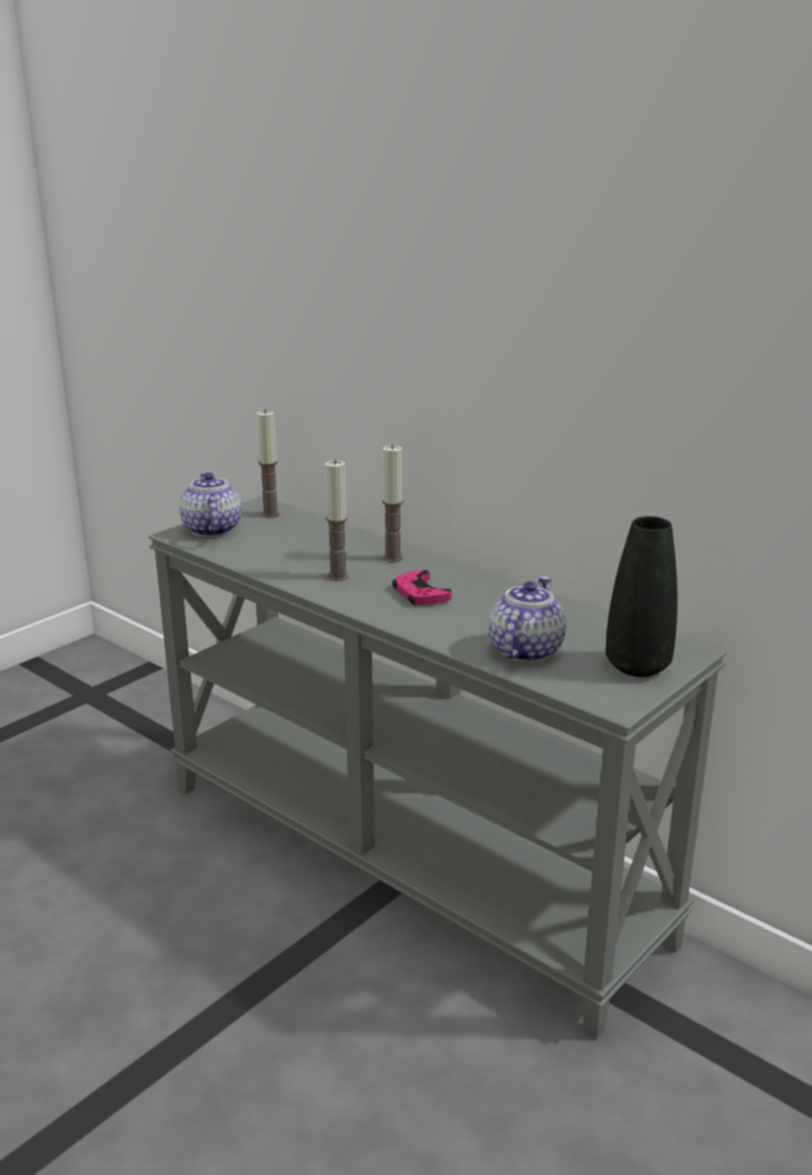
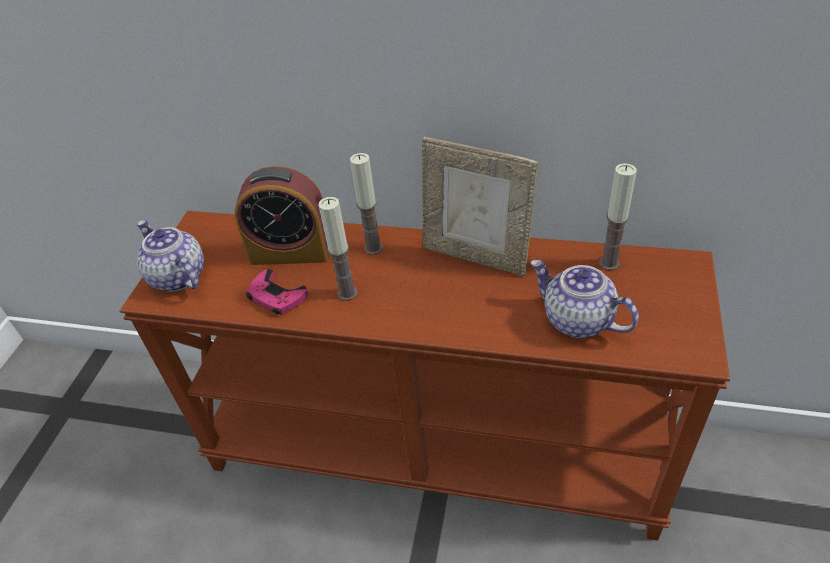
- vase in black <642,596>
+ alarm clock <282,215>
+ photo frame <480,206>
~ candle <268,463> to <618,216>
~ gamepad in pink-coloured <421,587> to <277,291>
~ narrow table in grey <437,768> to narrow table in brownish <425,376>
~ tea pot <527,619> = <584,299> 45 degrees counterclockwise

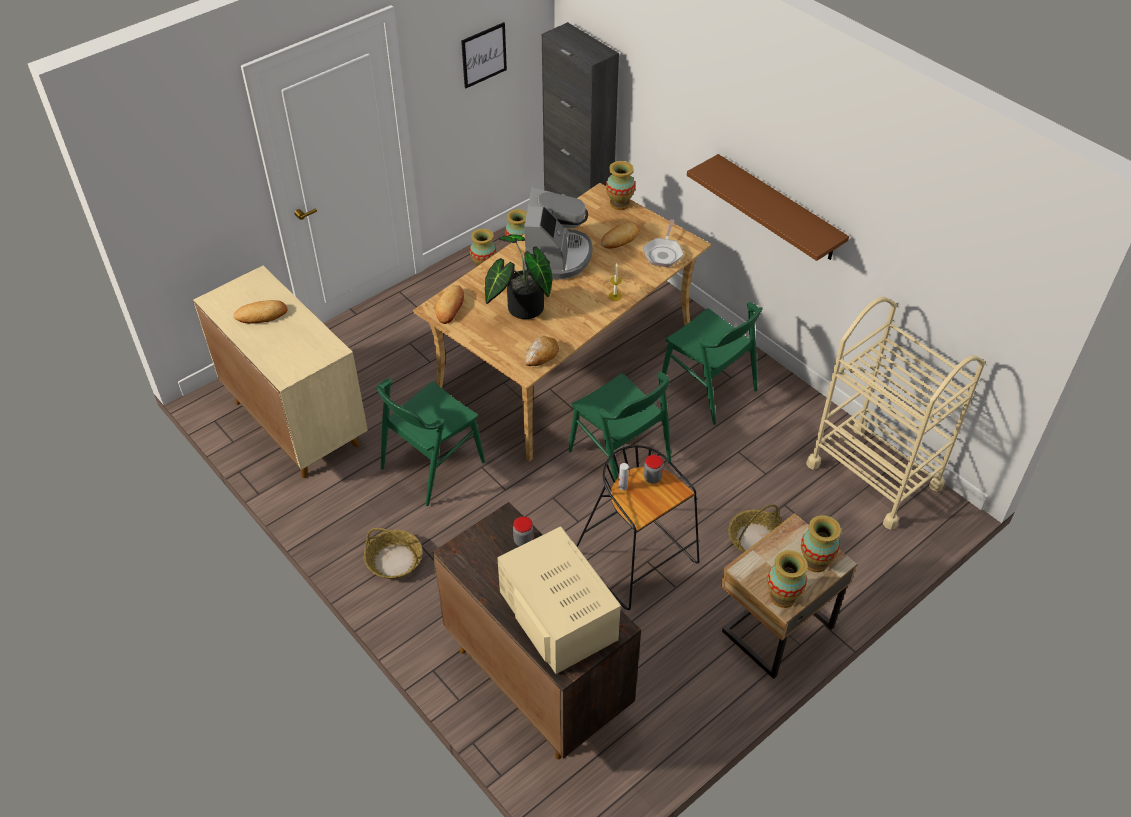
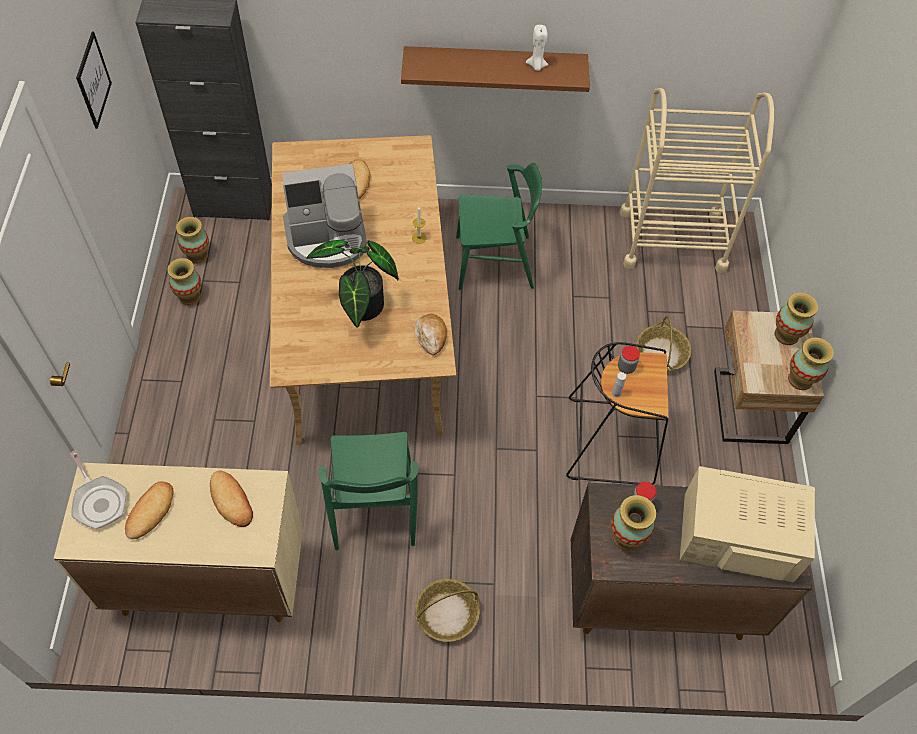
- plain chair in greenish <620,426>
+ candle in whitish <537,48>
~ baked bread <450,304> to <231,499>
~ vase <620,185> to <633,523>
~ frying pan <663,243> to <98,489>
~ coffee machine <558,233> = <324,216> 120 degrees clockwise

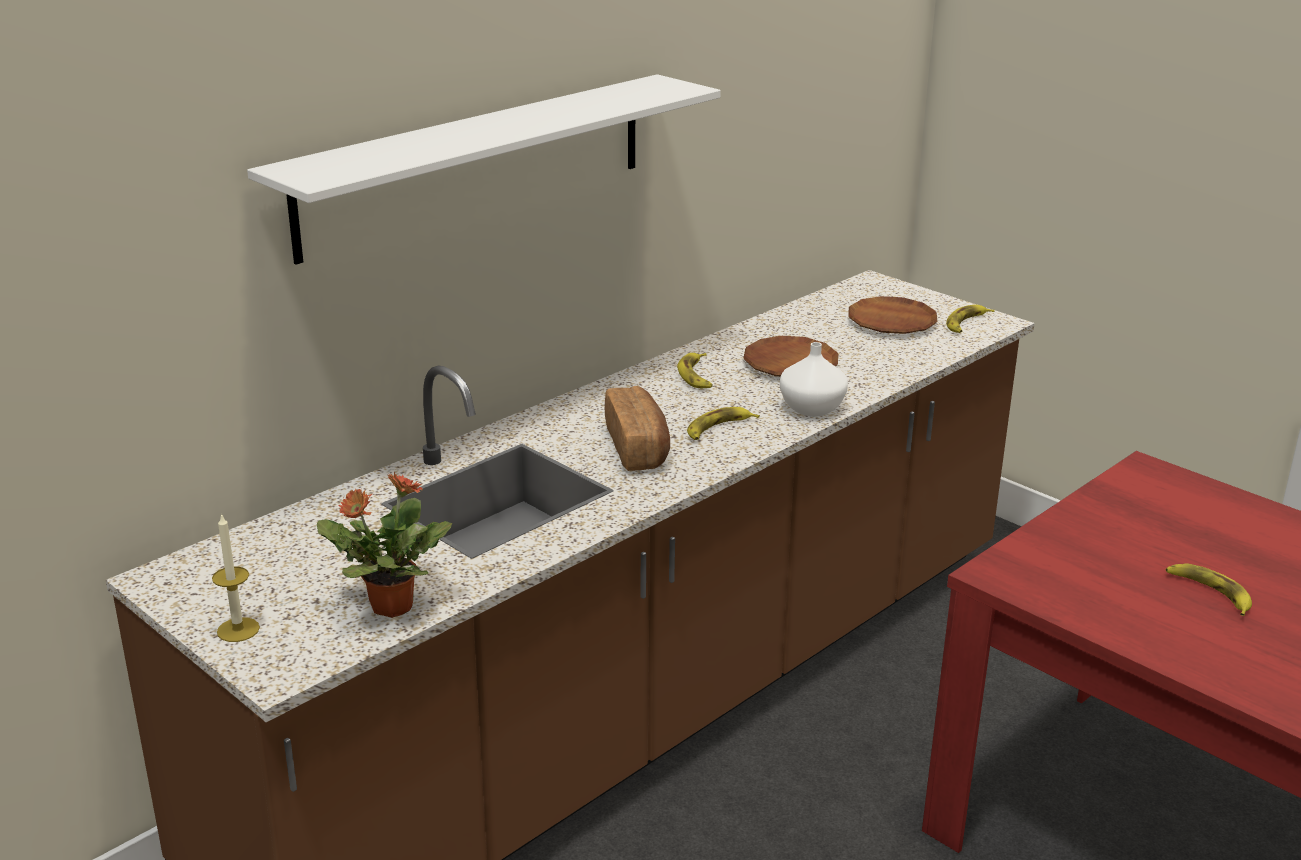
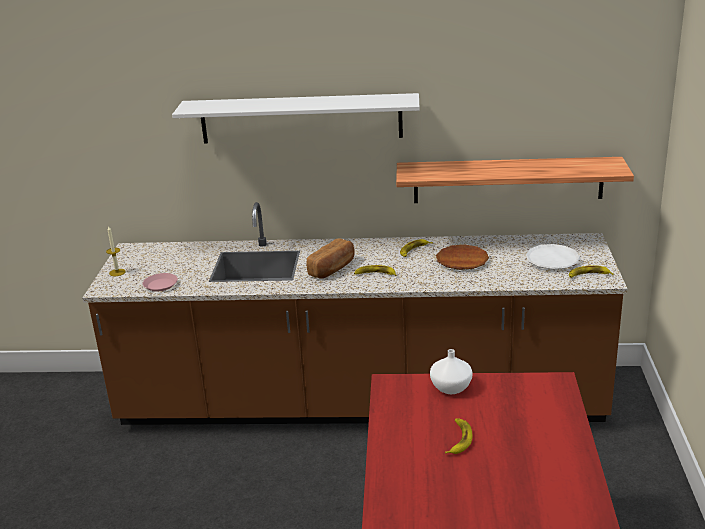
+ wall shelf <515,180>
~ vase in whitish <814,379> to <451,371>
~ potted plant <384,545> to flat dish in pink-coloured <160,282>
~ flat dish in brownish <892,315> to flat dish in whitish <553,257>

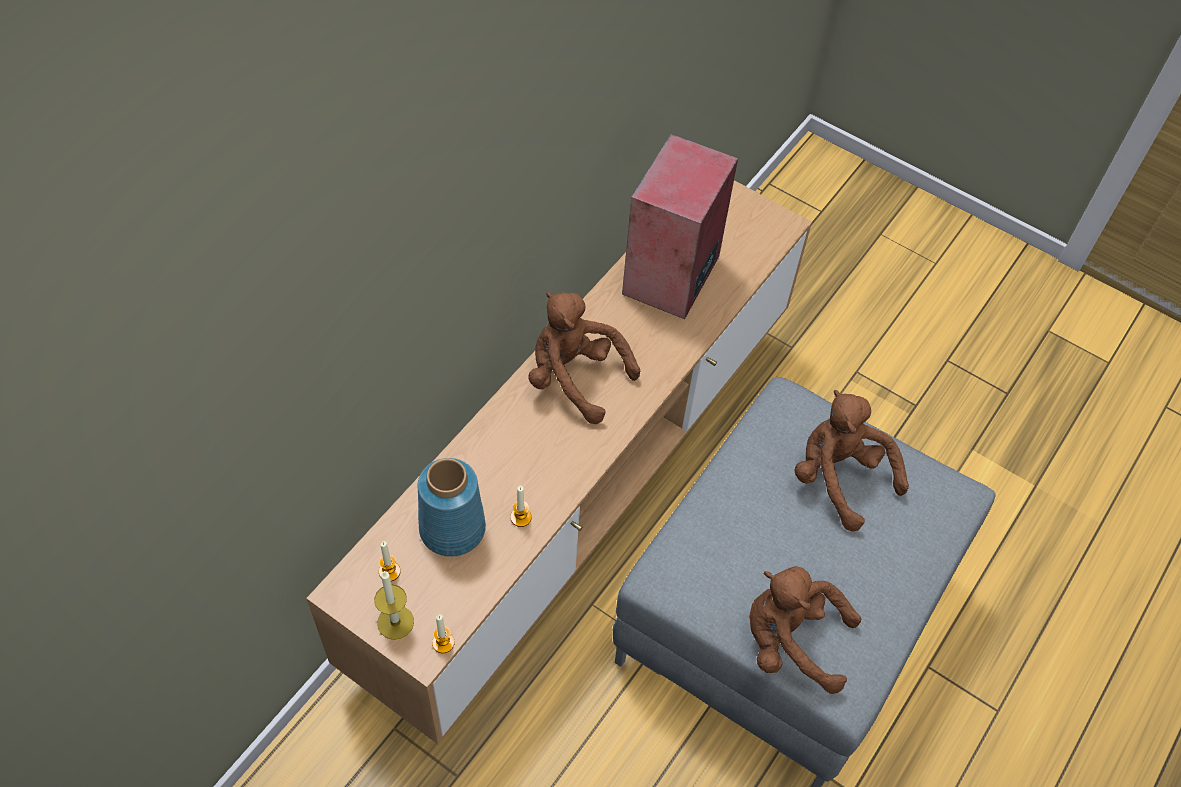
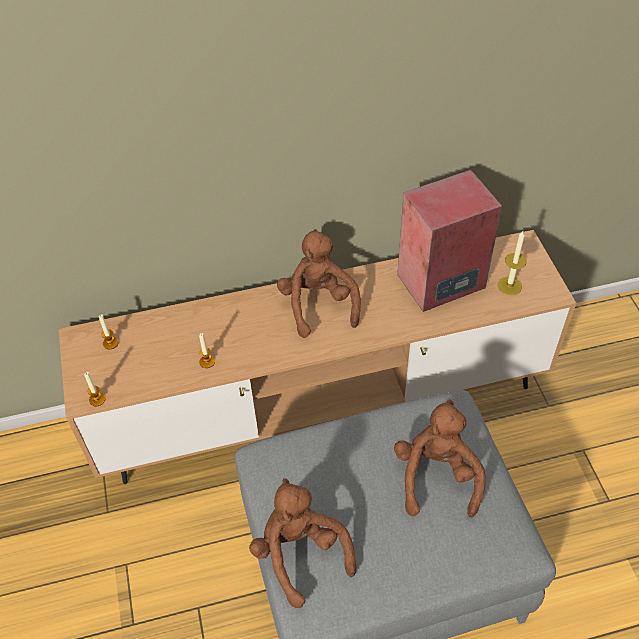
- vase in blue <451,507>
~ candle <394,605> to <512,263>

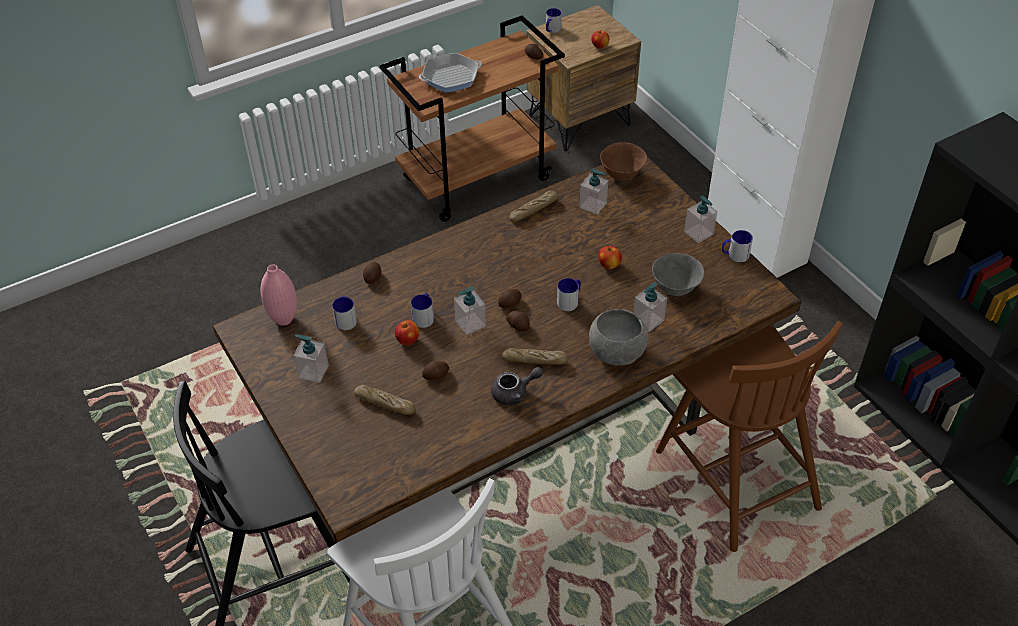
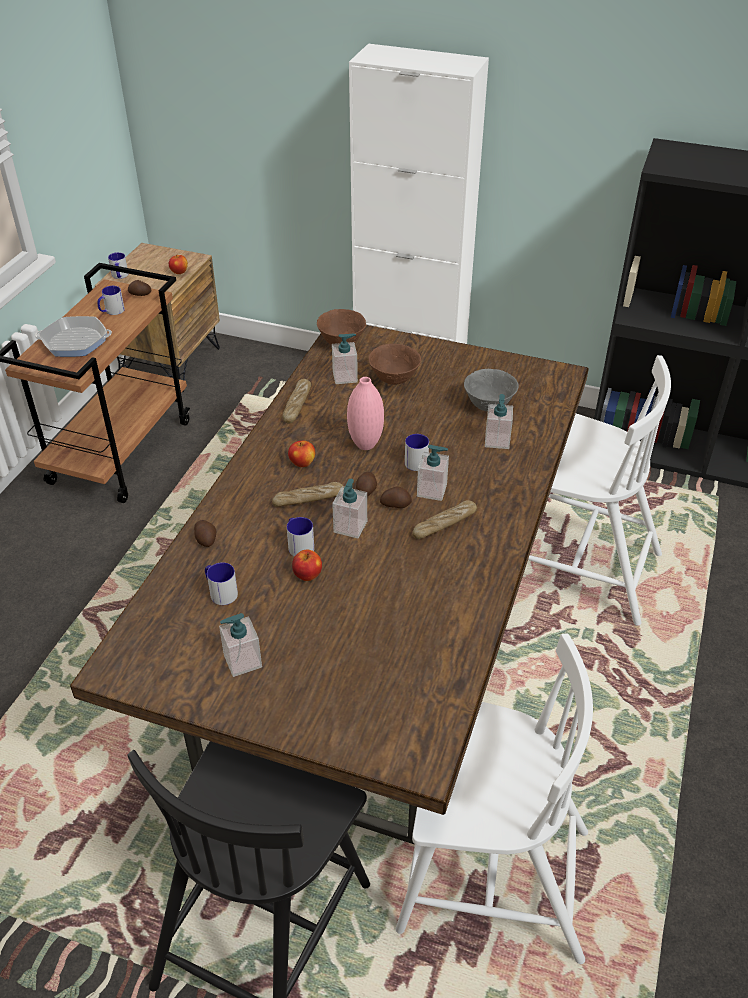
- spud <435,370>
- tea pot in grey <517,386>
- serving bowl in grey <618,337>
+ serving bowl in brownish <395,364>
~ vase in pink-coloured <278,294> to <365,413>
~ baked bread <385,400> to <308,494>
~ apple <610,257> to <301,454>
~ liquid soap bottle <700,219> to <433,473>
~ tea mug <737,246> to <111,300>
~ plain chair in brownish <749,436> to plain chair in whitish <599,490>
~ frying pan <450,73> = <73,336> 120 degrees counterclockwise

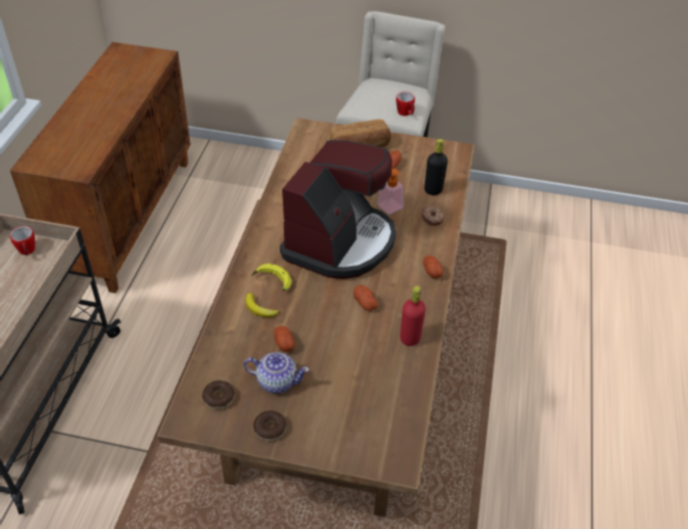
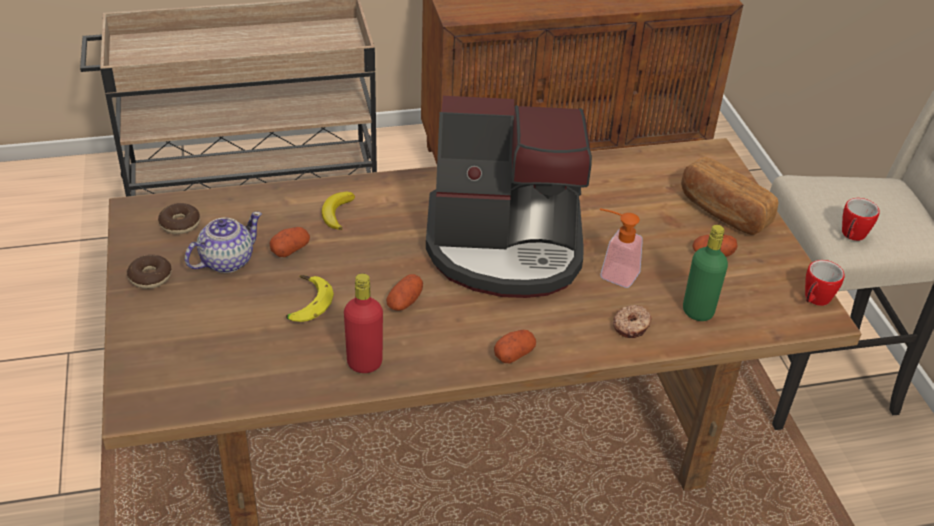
~ tea mug <22,241> to <825,283>
~ whole banana <271,277> to <310,298>
~ beverage bottle in black <436,167> to beverage bottle in greenish <705,273>
~ tea pot <276,372> = <223,242> 120 degrees counterclockwise

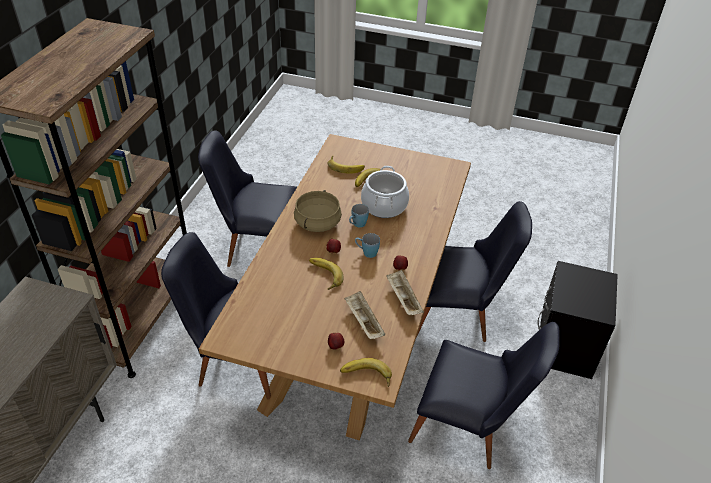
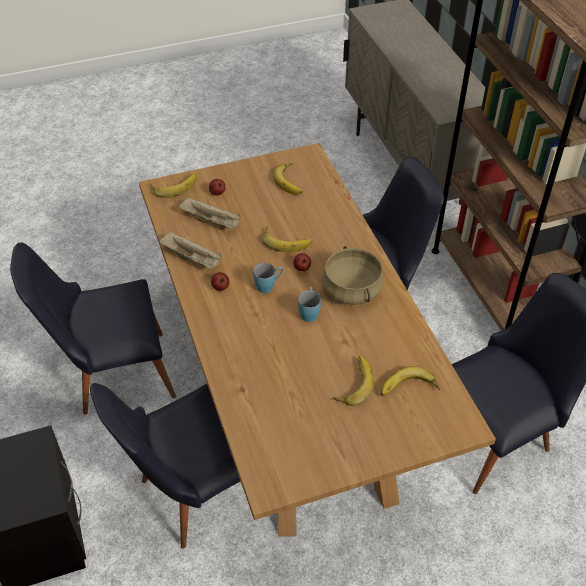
- cooking pot <385,192>
+ whole banana <288,179>

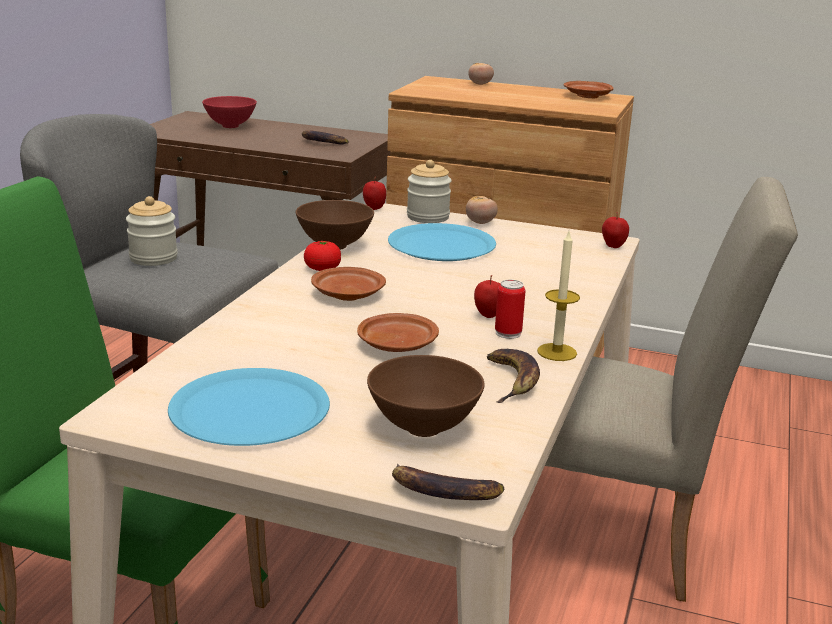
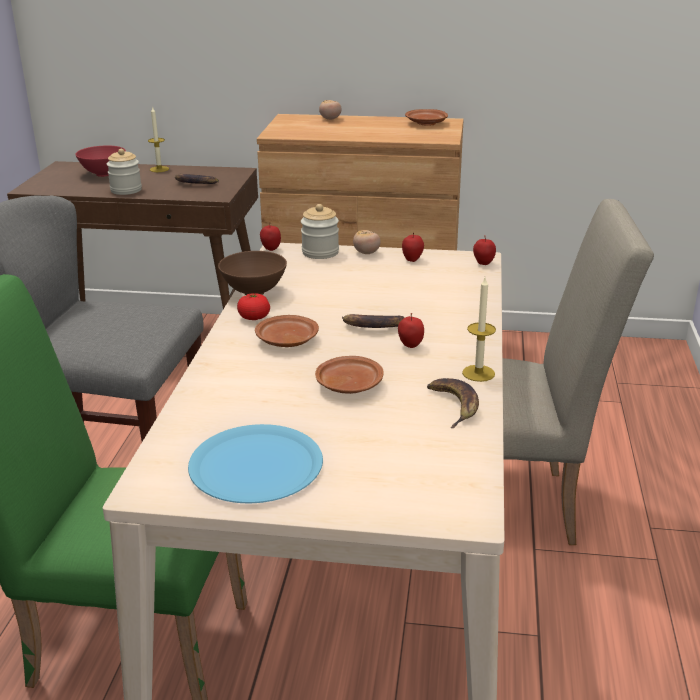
- serving bowl in brownish <426,396>
- flat dish in blue <442,242>
- sealed can <510,309>
+ candle <158,139>
+ apple <413,247>
~ preserve jar <152,231> to <124,172>
~ whole banana <448,482> to <373,321>

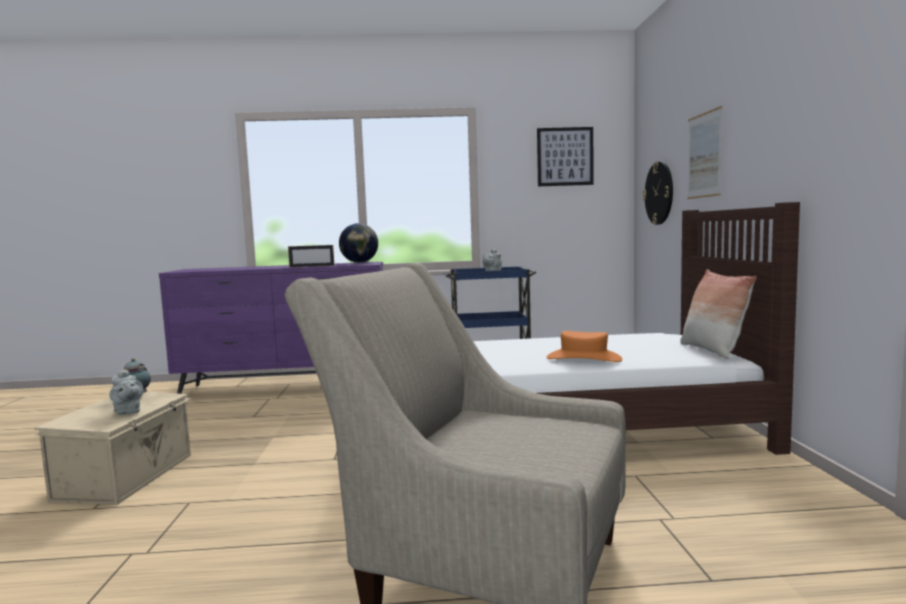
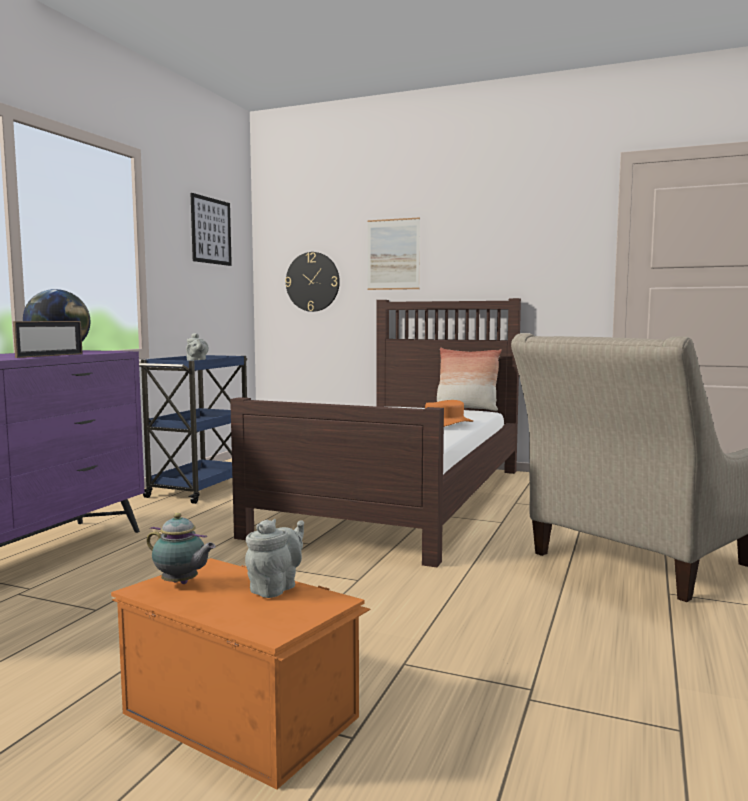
~ storage container in sand-coloured <113,448> to storage container in orange <240,674>
~ tea pot in grey <126,392> = <274,558> 45 degrees counterclockwise

